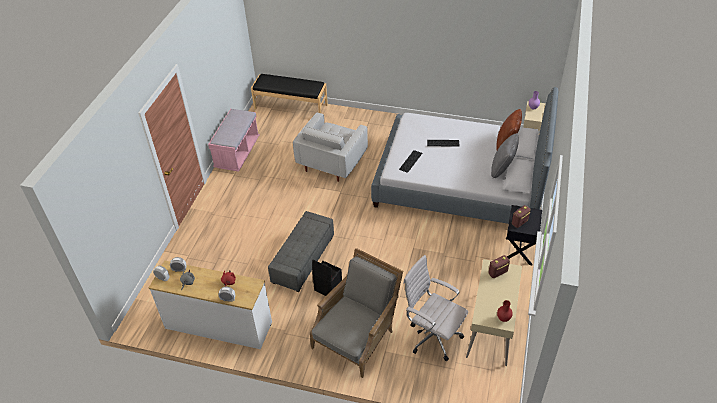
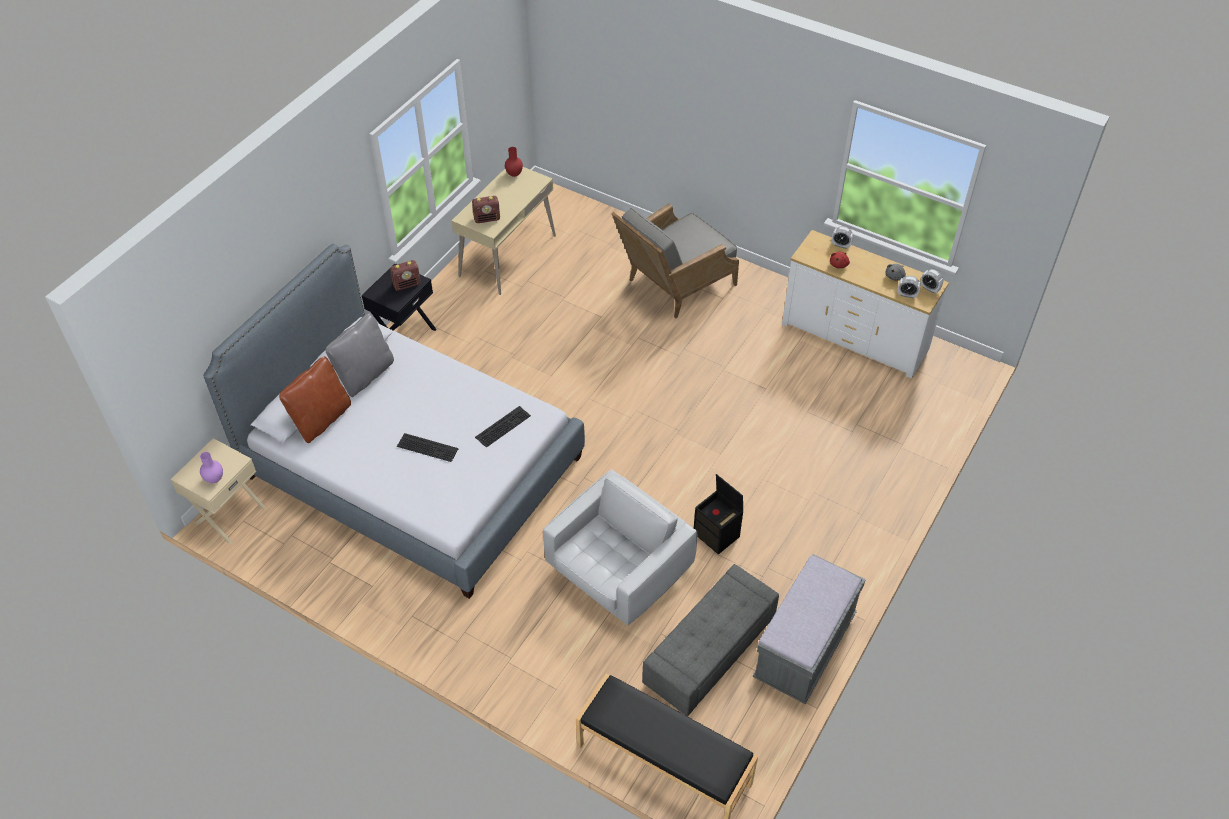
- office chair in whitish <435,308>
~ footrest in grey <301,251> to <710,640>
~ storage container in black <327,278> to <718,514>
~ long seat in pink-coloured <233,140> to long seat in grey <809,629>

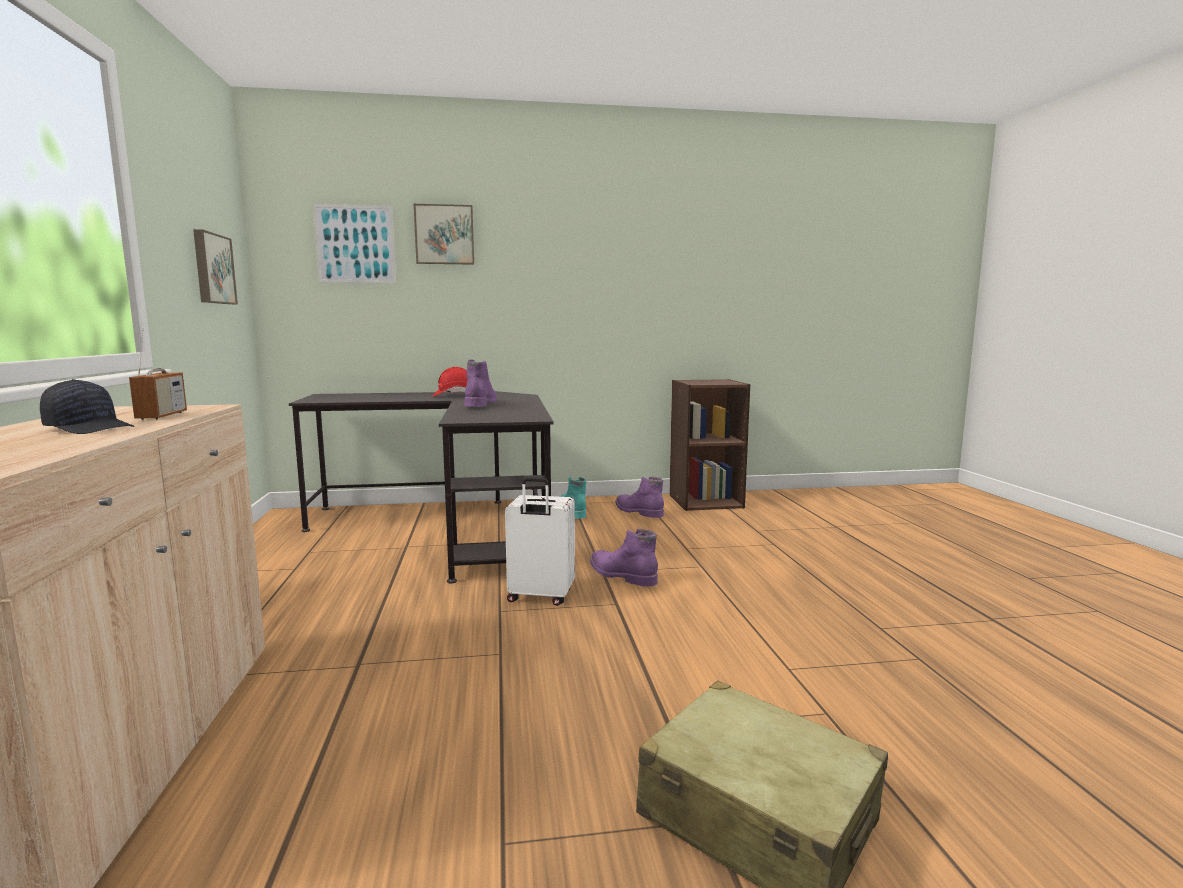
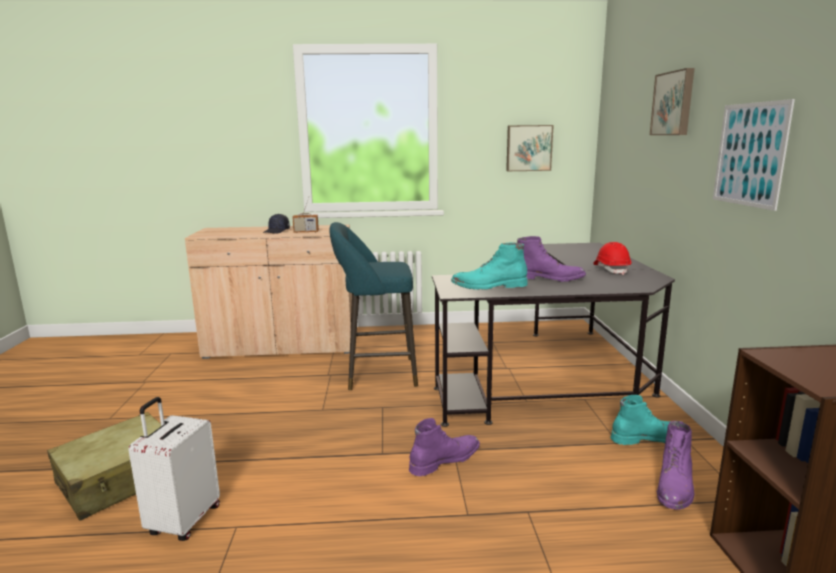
+ stool in turquoise-coloured <373,306>
+ tall boot in turquoise-coloured <489,266>
~ wall art <354,243> to <754,155>
~ travel case in whitish <540,541> to <174,469>
~ tall boot in purple-coloured <639,497> = <675,465> 150 degrees clockwise

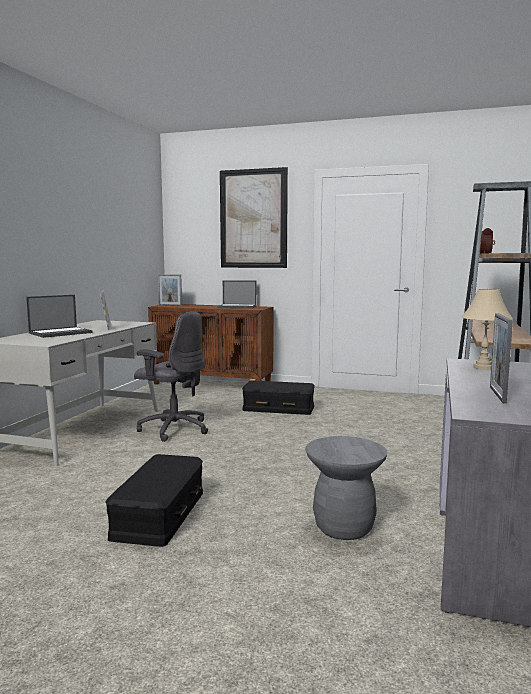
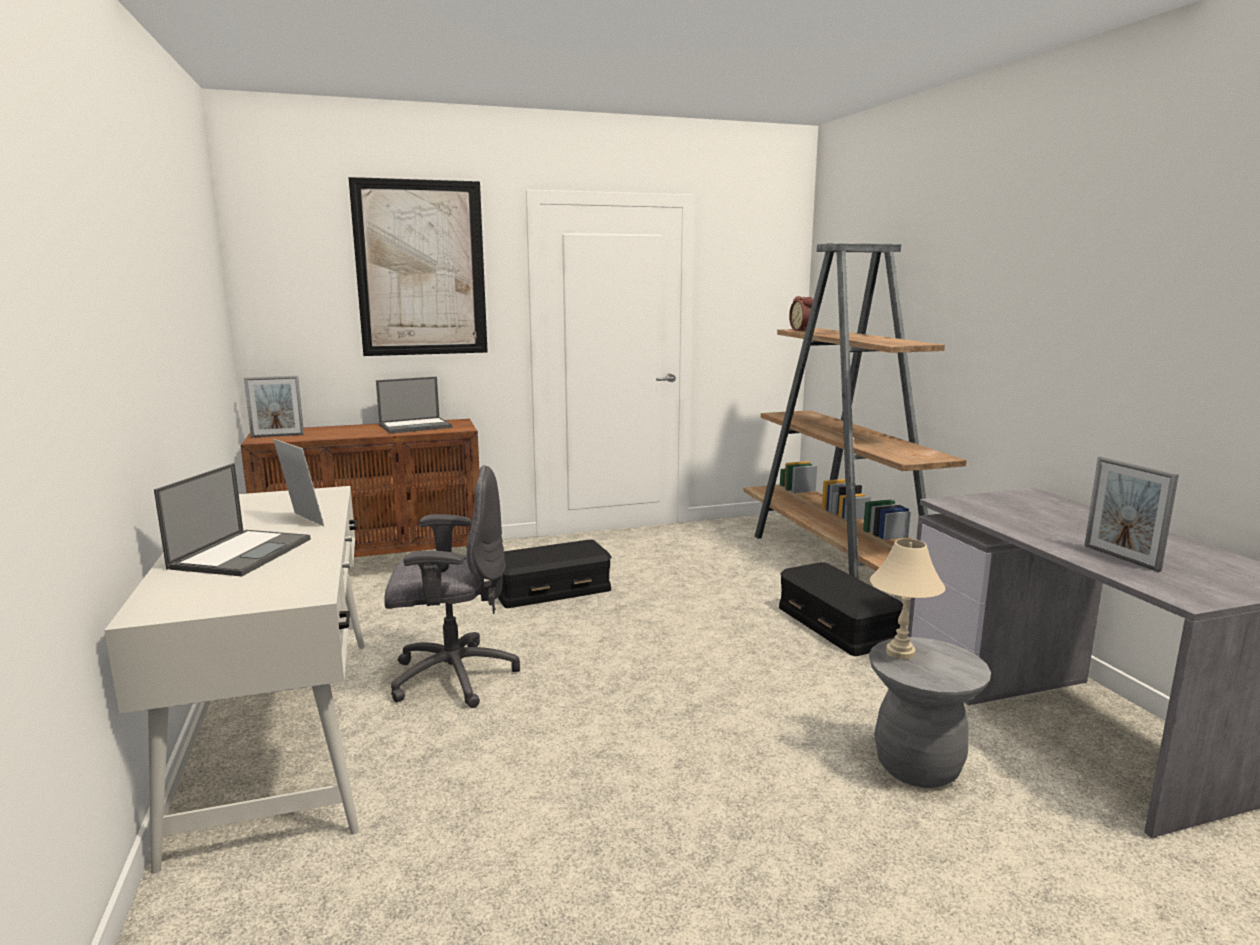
~ storage container in black <154,500> to <841,609>
~ table lamp in sand-coloured <487,329> to <907,599>

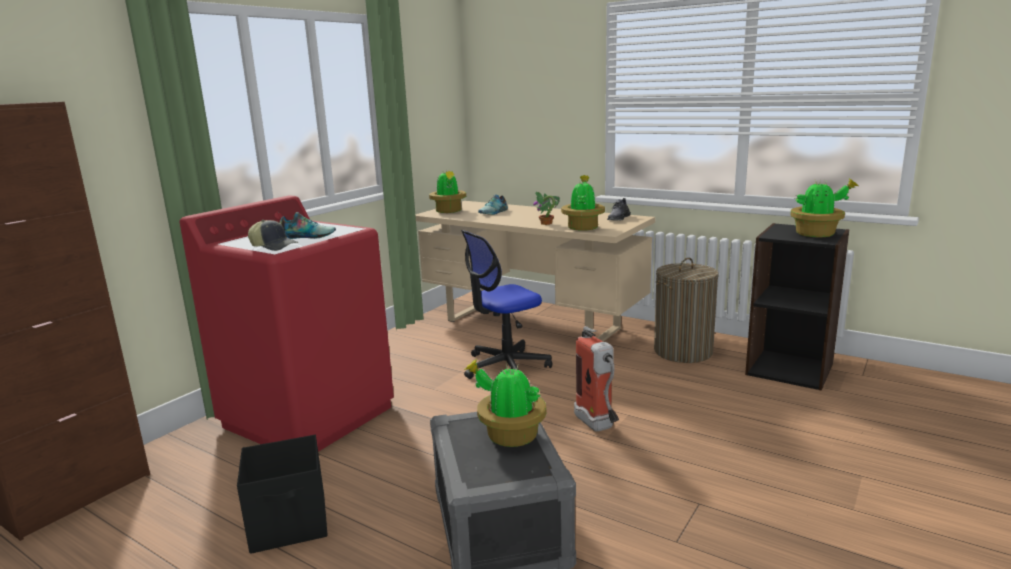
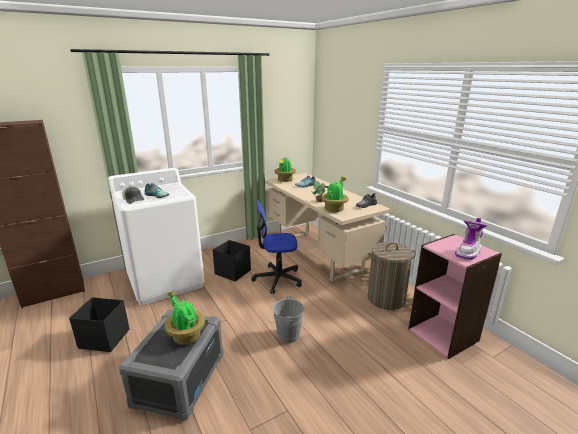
+ storage container in black <232,261>
~ fire extinguisher <596,379> to pail in grey <286,319>
~ potted plant <824,208> to tall boot <470,239>
~ laundry machine in red <287,323> to laundry machine in whitish <156,236>
~ shelving unit in black <797,307> to shelving unit in pink-coloured <455,296>

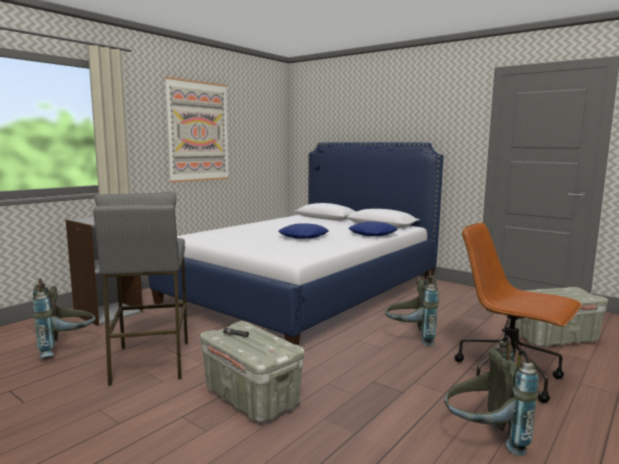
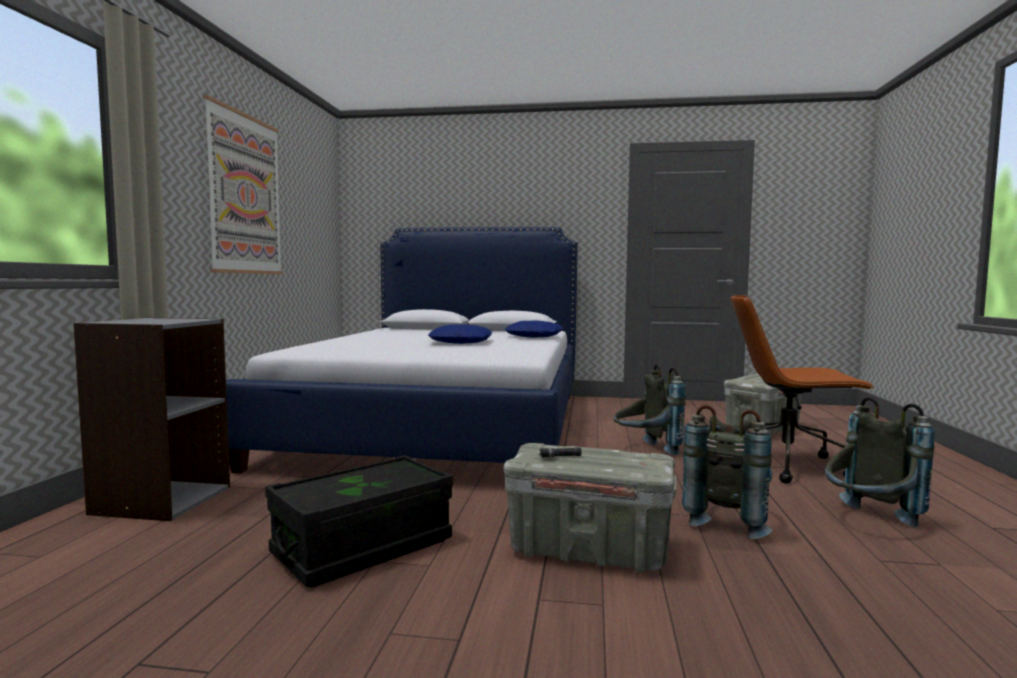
~ knapsack in grey <64,318> to <727,472>
~ stool in grey <140,288> to storage container in black <359,521>

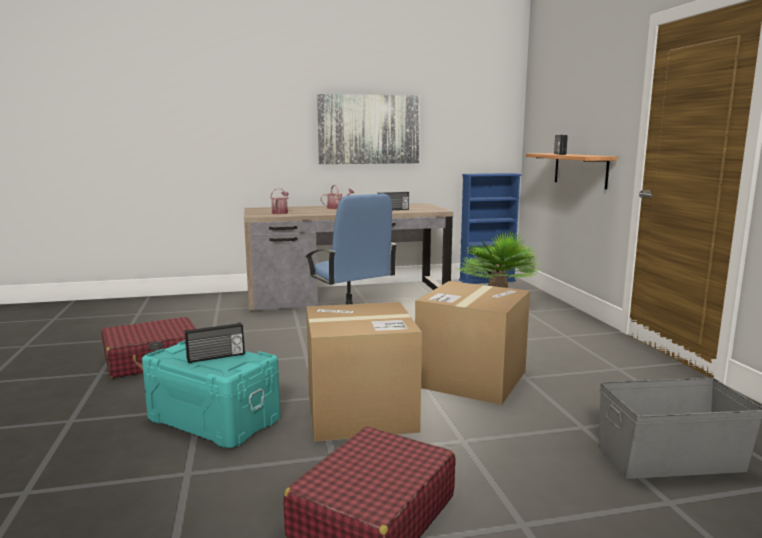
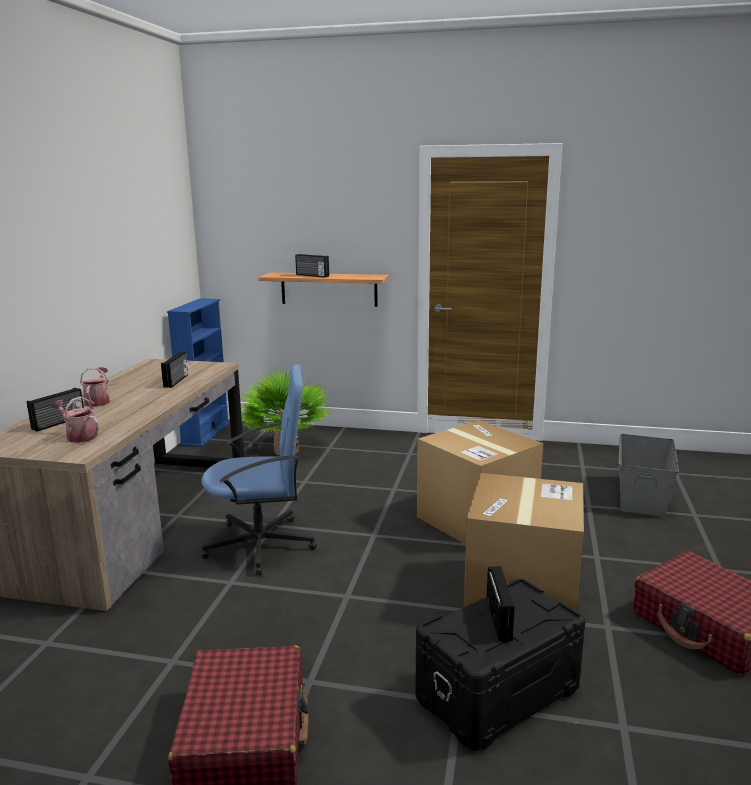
- wall art <368,129>
+ radio receiver <55,409>
~ storage container in turquoise-coloured <211,394> to storage container in black <500,665>

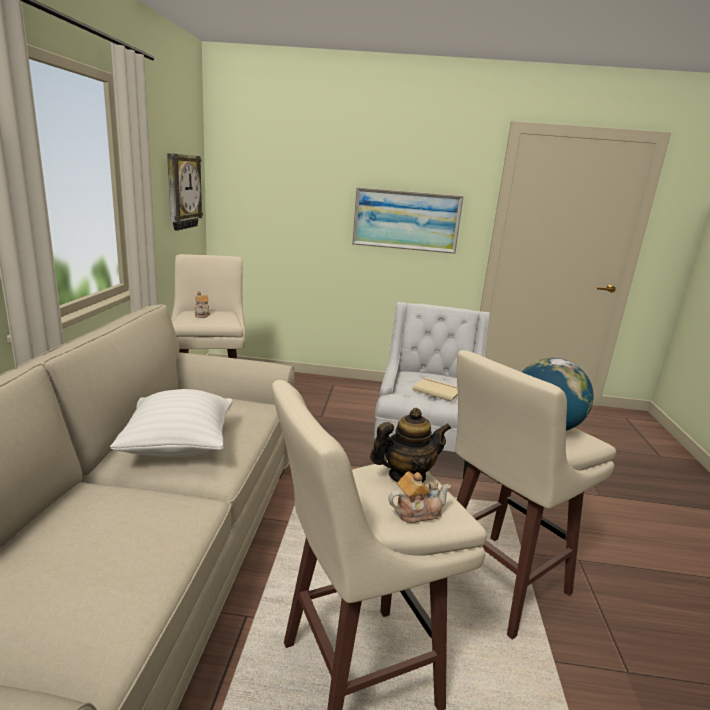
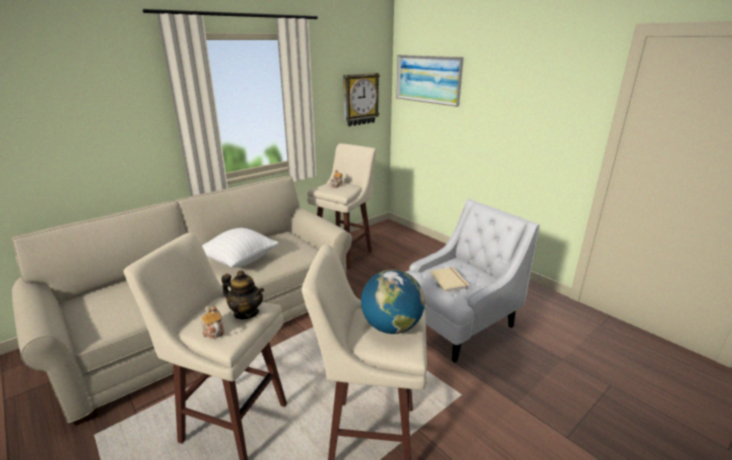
~ wall art <407,220> to <430,81>
~ tea pot <419,497> = <212,322> 150 degrees counterclockwise

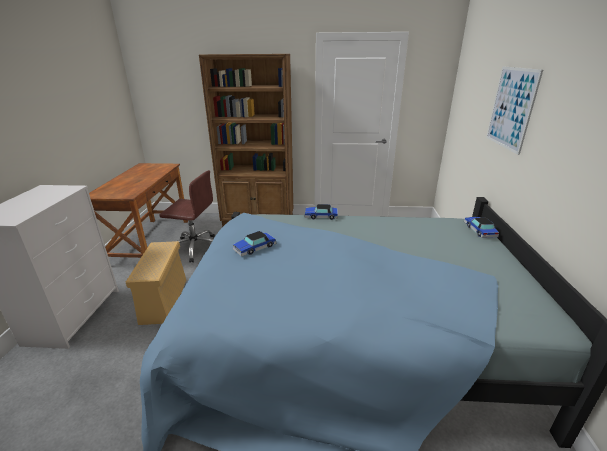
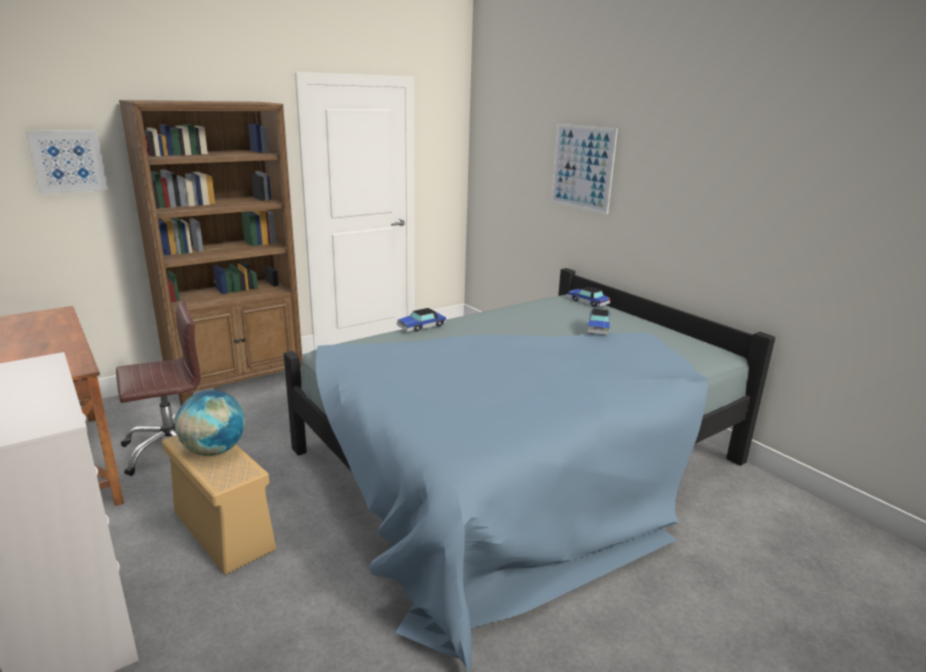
+ wall art <67,162>
+ world globe <210,423>
~ model car <254,243> to <599,322>

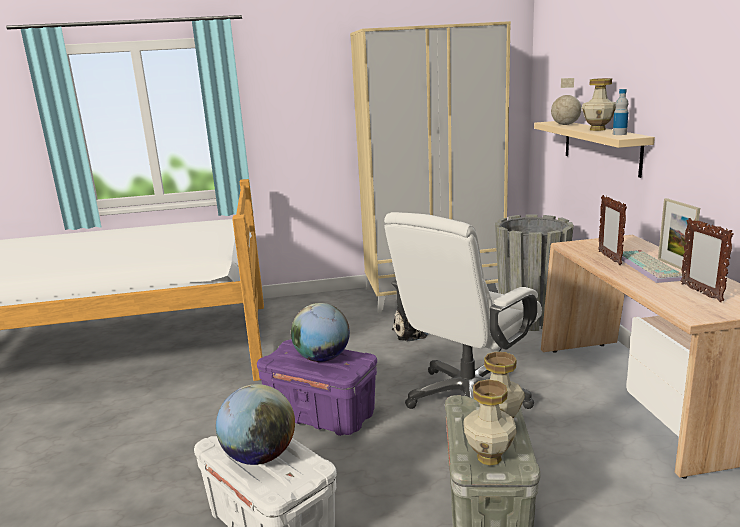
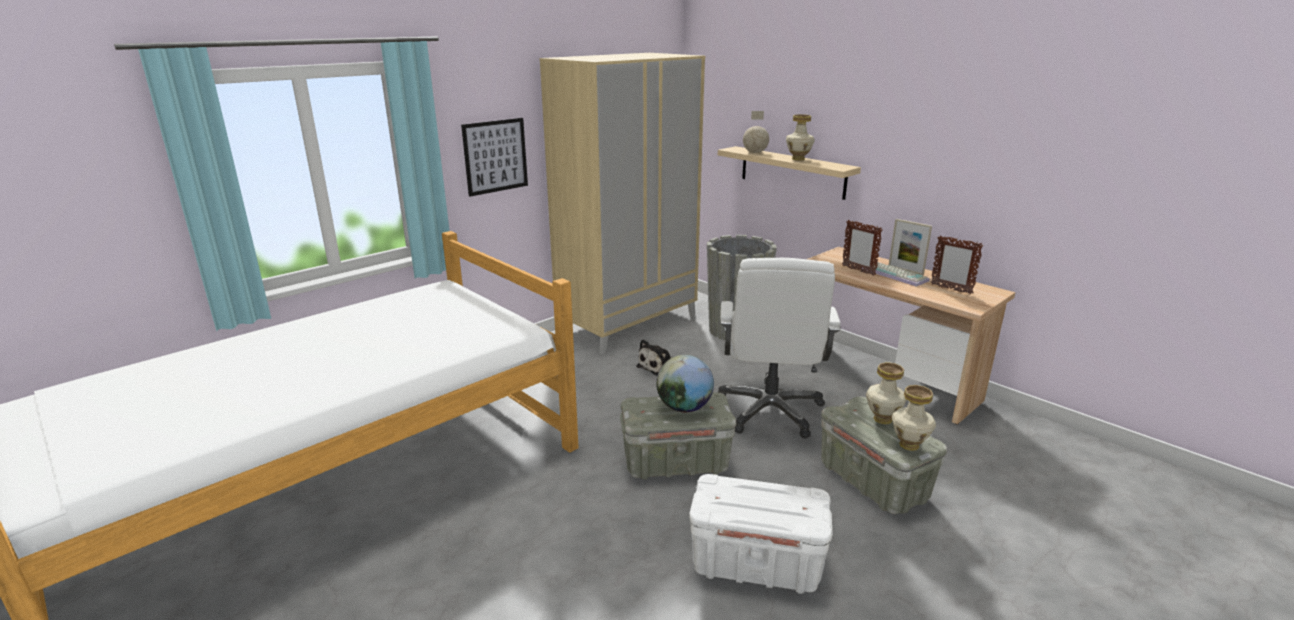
- world globe <255,424>
- beverage bottle <620,112>
+ wall art <494,157>
~ storage container in purple-coloured <317,387> to storage container in grey <678,436>

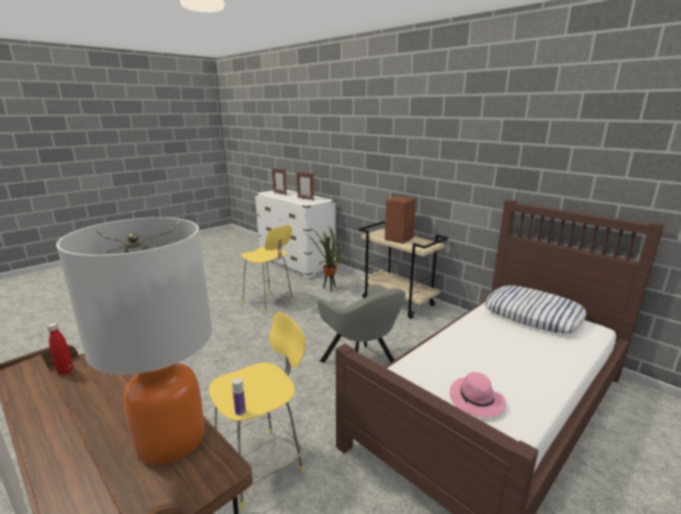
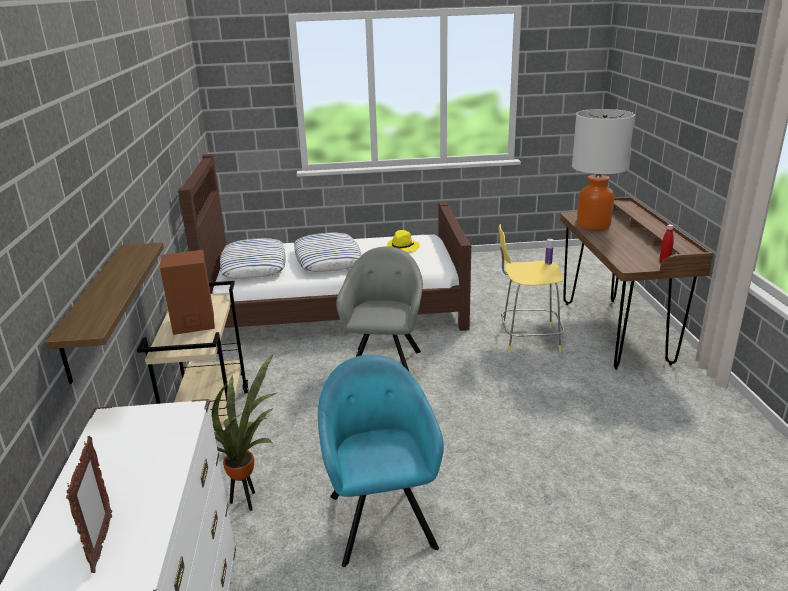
- photo frame <305,186>
+ wall shelf <104,313>
+ throw pillow <327,252>
~ stool in yellowish <267,270> to easy chair in turquoise-coloured <381,461>
~ wearable hat in pink-coloured <478,395> to wearable hat in yellowish <402,241>

